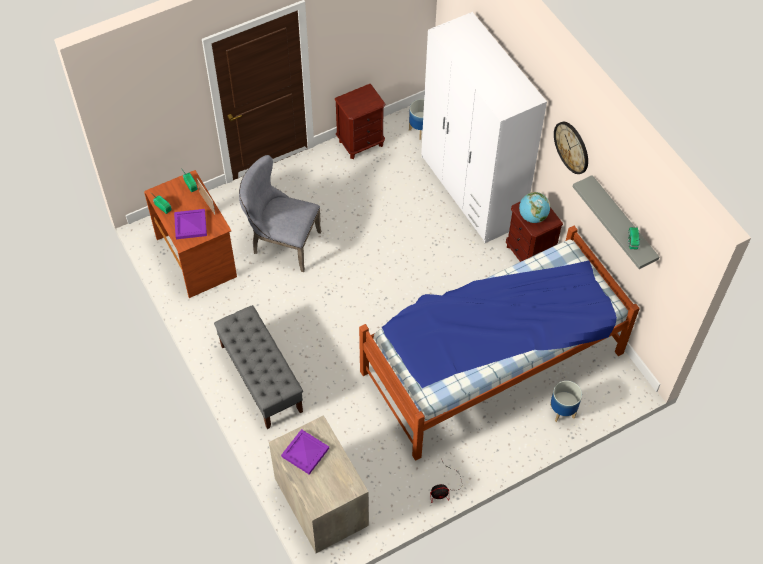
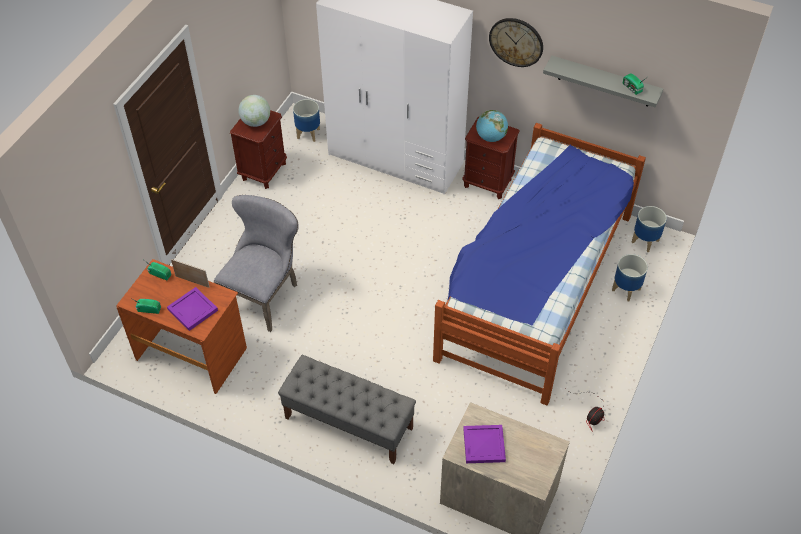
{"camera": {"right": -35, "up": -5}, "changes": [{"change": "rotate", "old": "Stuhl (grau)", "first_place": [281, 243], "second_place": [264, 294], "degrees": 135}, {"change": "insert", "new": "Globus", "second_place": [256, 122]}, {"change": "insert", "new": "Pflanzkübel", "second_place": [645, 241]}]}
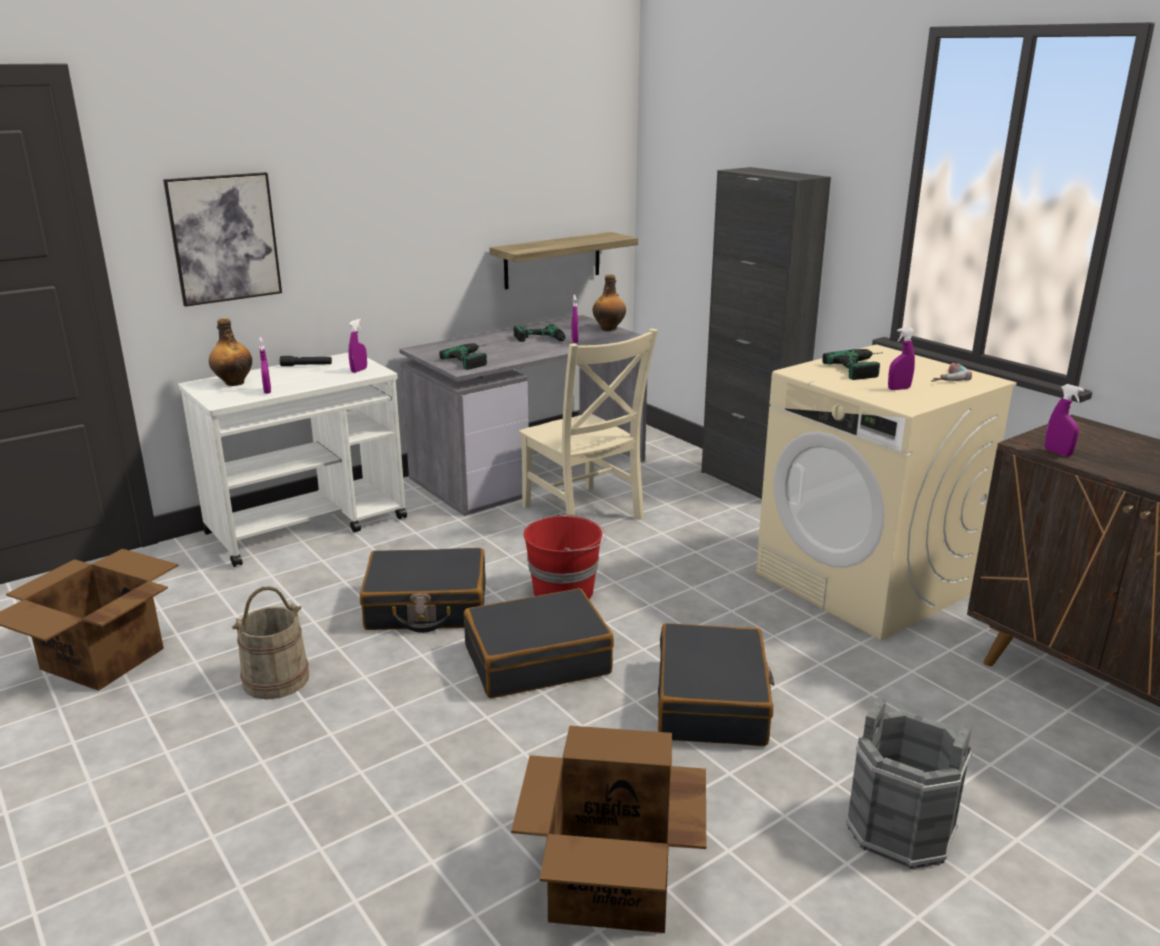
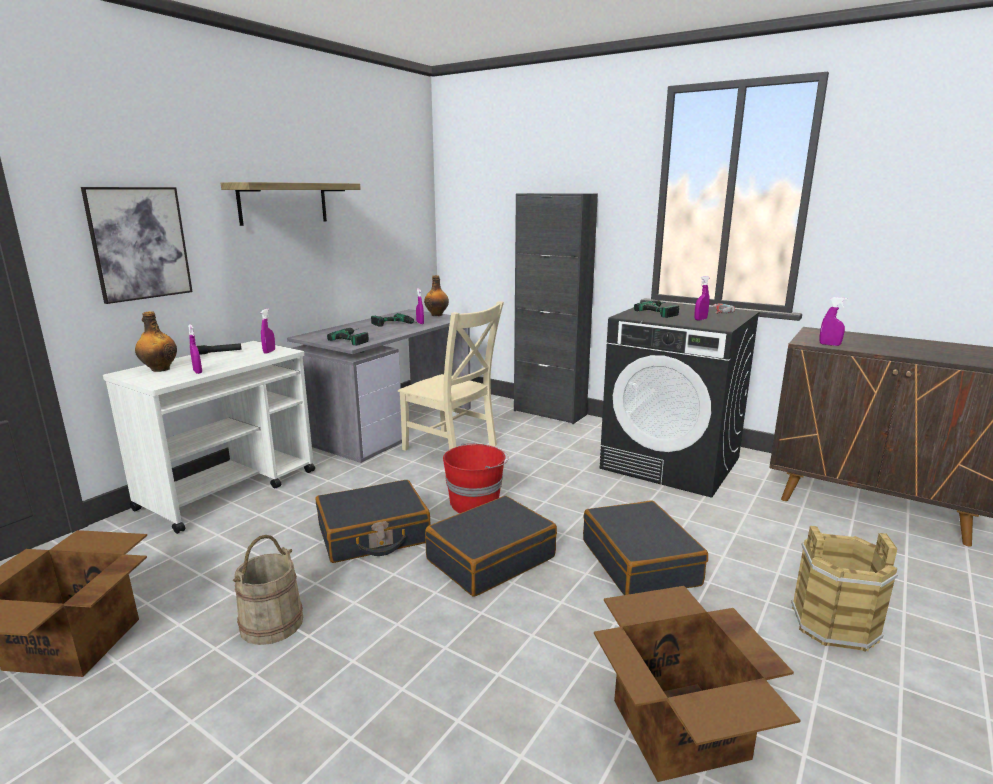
{"camera": {"right": -20, "up": -5}, "changes": [{"change": "move", "old": "Wandregal", "first_place": [552, 260], "second_place": [283, 203]}, {"change": "recolor", "old": "Waschmaschine (beige)", "new": "Waschmaschine (schwarz)", "first_place": [865, 583], "second_place": [671, 463]}, {"change": "recolor", "old": "Eimer (grau)", "new": "Eimer (braun)", "first_place": [900, 829], "second_place": [833, 623]}]}
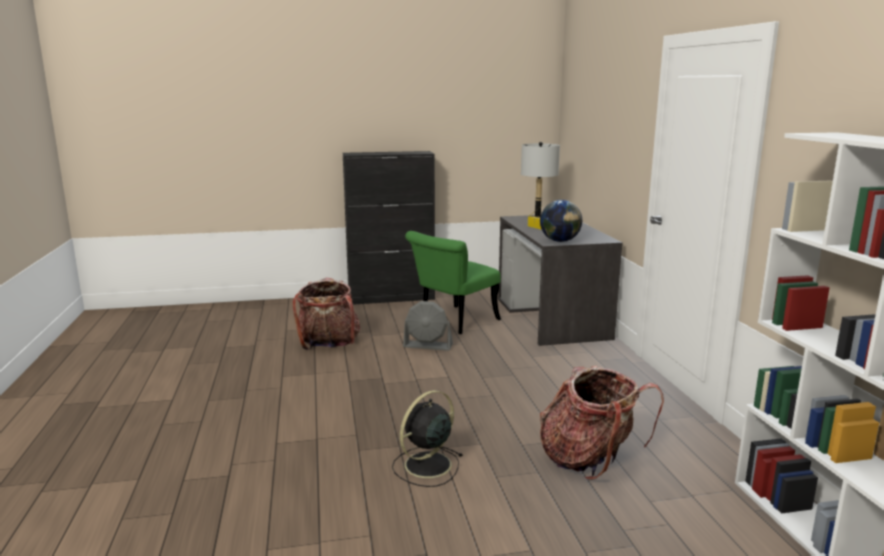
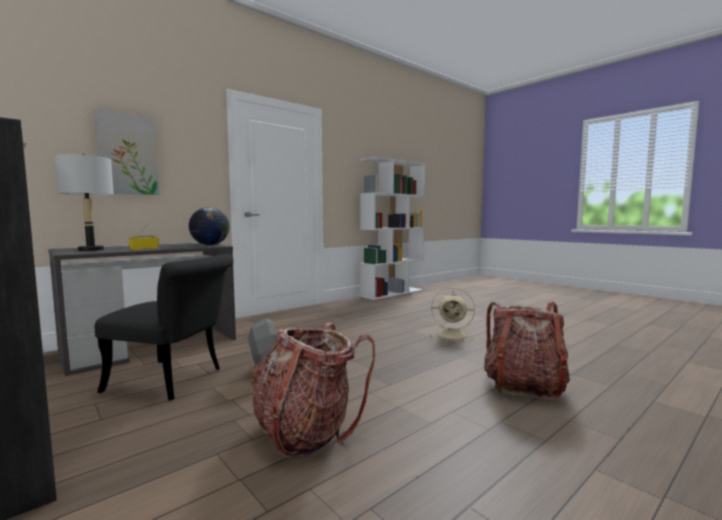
{"camera": {"right": -120, "up": -10}, "changes": [{"change": "recolor", "old": "Ventilator (schwarz)", "new": "Ventilator (beige)", "first_place": [426, 466], "second_place": [453, 335]}, {"change": "recolor", "old": "Stuhl (grün)", "new": "Stuhl (schwarz)", "first_place": [453, 322], "second_place": [175, 380]}, {"change": "move", "old": "Rucksack", "first_place": [590, 460], "second_place": [523, 386]}, {"change": "insert", "new": "Bild", "second_place": [127, 154]}]}
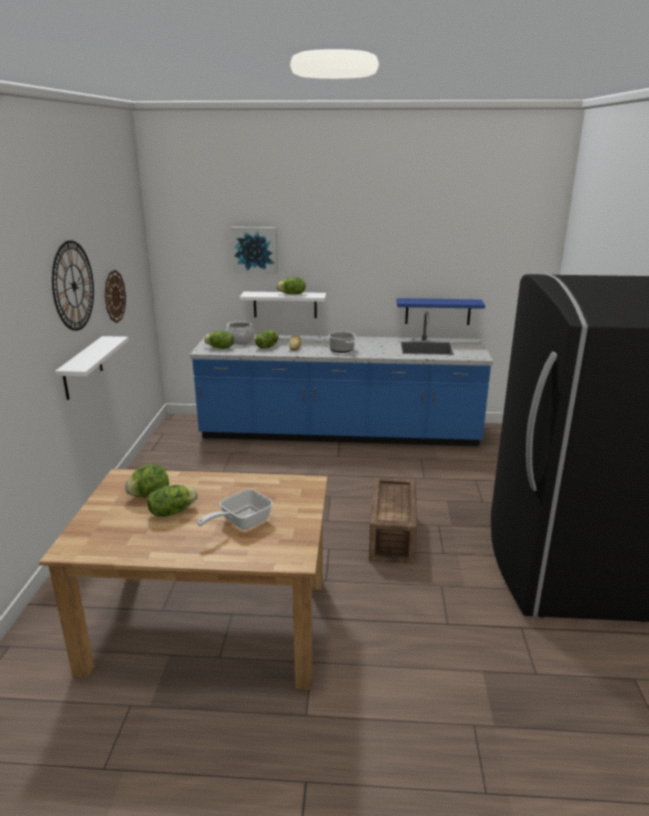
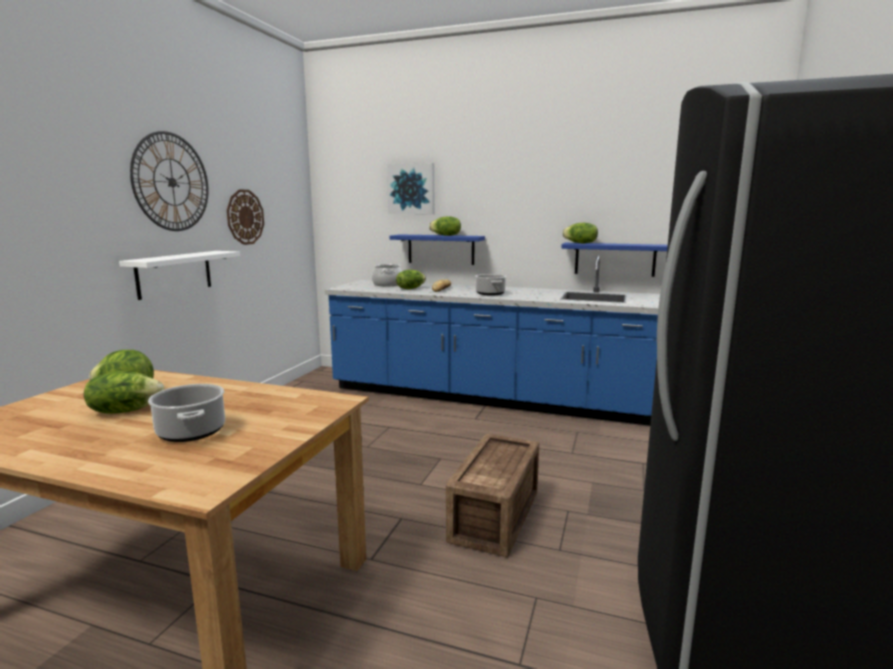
{"camera": {"right": 15, "up": -10}, "changes": [{"change": "replace", "old": "Pfanne", "new": "Kochtopf", "first_place": [240, 522], "second_place": [191, 431]}, {"change": "move", "old": "Salatkopf", "first_place": [220, 348], "second_place": [580, 243]}, {"change": "recolor", "old": "Wandregal (weiß)", "new": "Wandregal (blau)", "first_place": [285, 304], "second_place": [441, 249]}]}
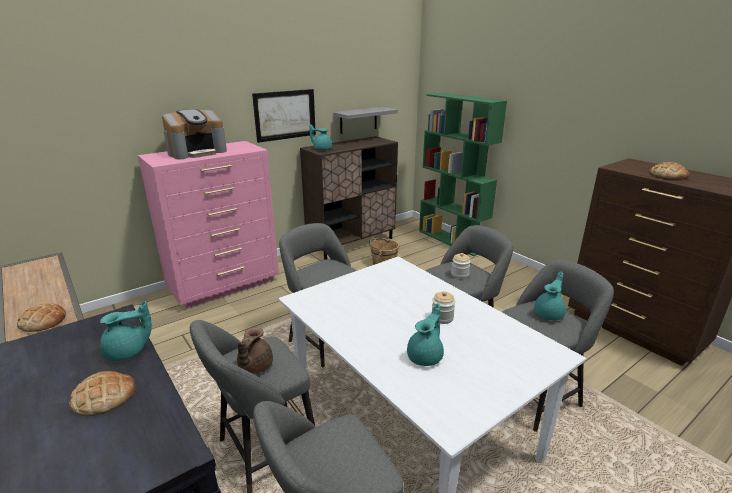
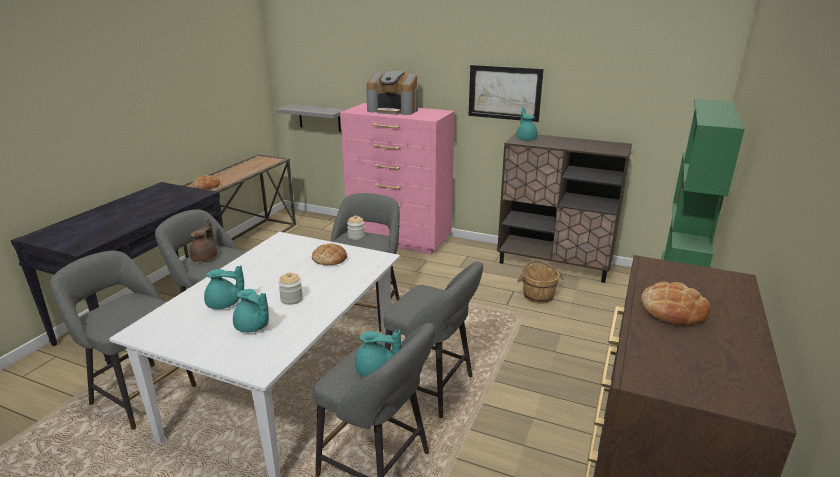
{"camera": {"right": 60, "up": 0}, "changes": [{"change": "move", "old": "Brot", "first_place": [104, 397], "second_place": [330, 258]}, {"change": "move", "old": "Teekanne (türkis)", "first_place": [128, 352], "second_place": [253, 327]}, {"change": "rotate", "old": "Teekanne (braun)", "first_place": [254, 367], "second_place": [205, 257], "degrees": 120}, {"change": "move", "old": "Wandregal (grau)", "first_place": [358, 120], "second_place": [319, 118]}, {"change": "move", "old": "Vorratsglas", "first_place": [460, 274], "second_place": [356, 236]}]}
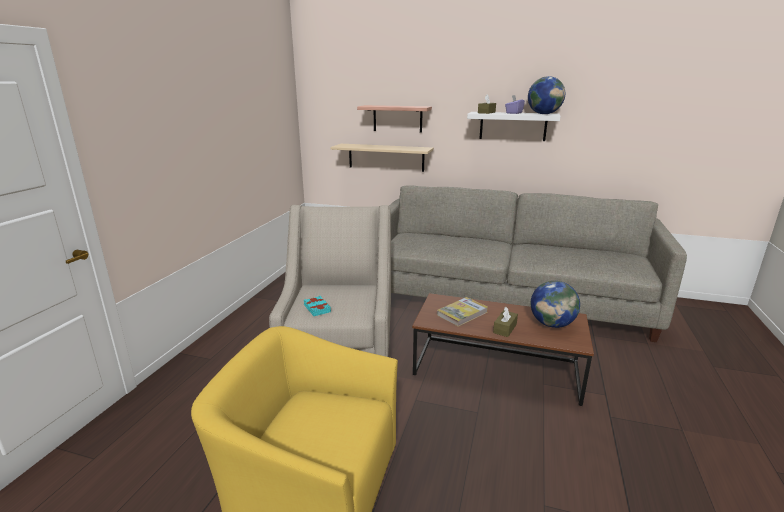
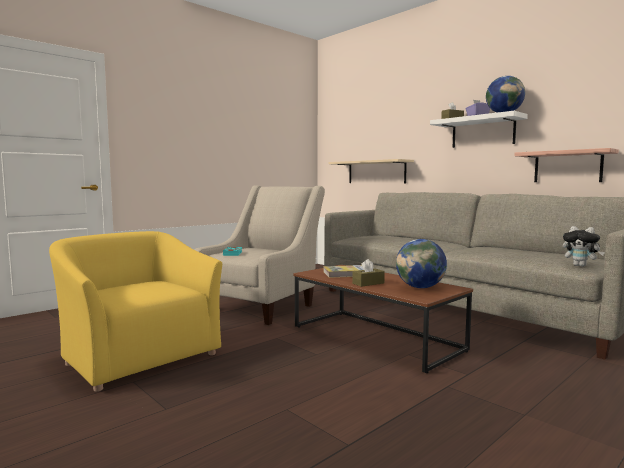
{"camera": {"right": 30, "up": -15}, "changes": [{"change": "move", "old": "Wandregal", "first_place": [397, 118], "second_place": [567, 166]}, {"change": "insert", "new": "Plüschtier", "second_place": [581, 266]}]}
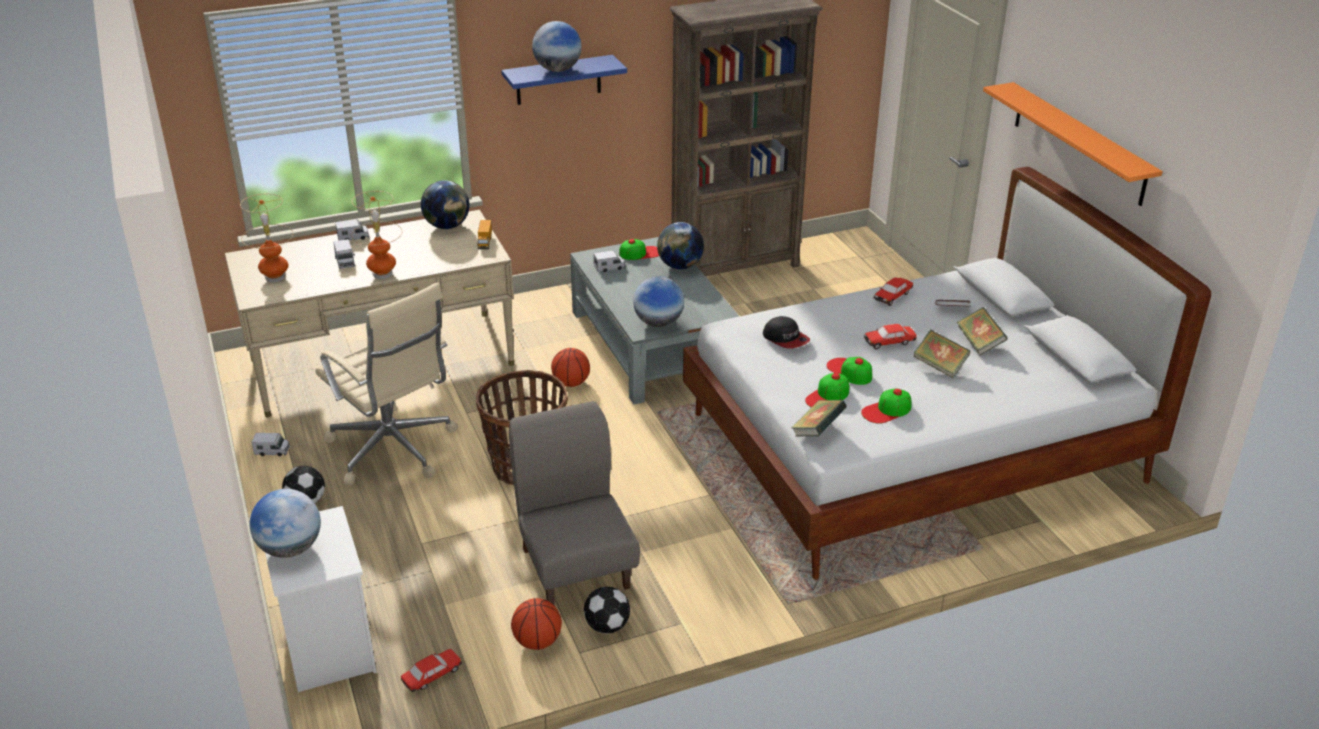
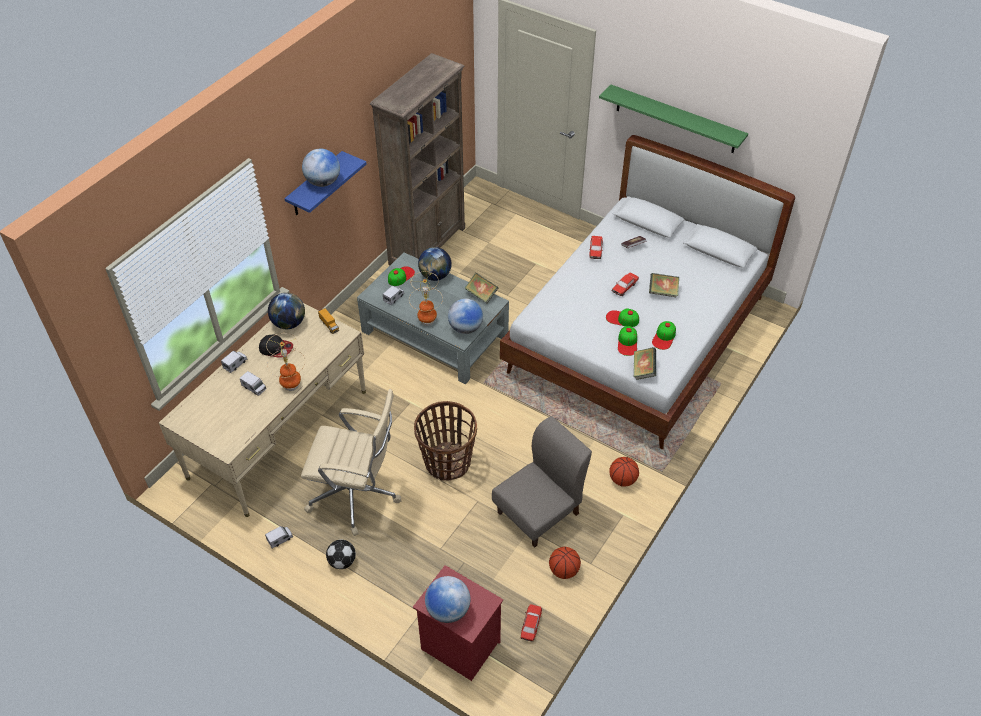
{"camera": {"right": -35, "up": 15}, "changes": [{"change": "move", "old": "Tischlampe", "first_place": [275, 277], "second_place": [427, 320]}, {"change": "recolor", "old": "Nachttisch (weiß)", "new": "Nachttisch (rot)", "first_place": [327, 648], "second_place": [458, 645]}, {"change": "rotate", "old": "Stuhl (grau)", "first_place": [576, 567], "second_place": [539, 513], "degrees": 105}, {"change": "move", "old": "Basketball", "first_place": [571, 383], "second_place": [622, 480]}, {"change": "delete", "old": "Fußball", "first_place": [606, 626]}, {"change": "move", "old": "Kappe", "first_place": [786, 338], "second_place": [276, 348]}, {"change": "move", "old": "Buch", "first_place": [979, 343], "second_place": [481, 294]}, {"change": "recolor", "old": "Wandregal (orange)", "new": "Wandregal (grün)", "first_place": [1079, 143], "second_place": [675, 119]}]}
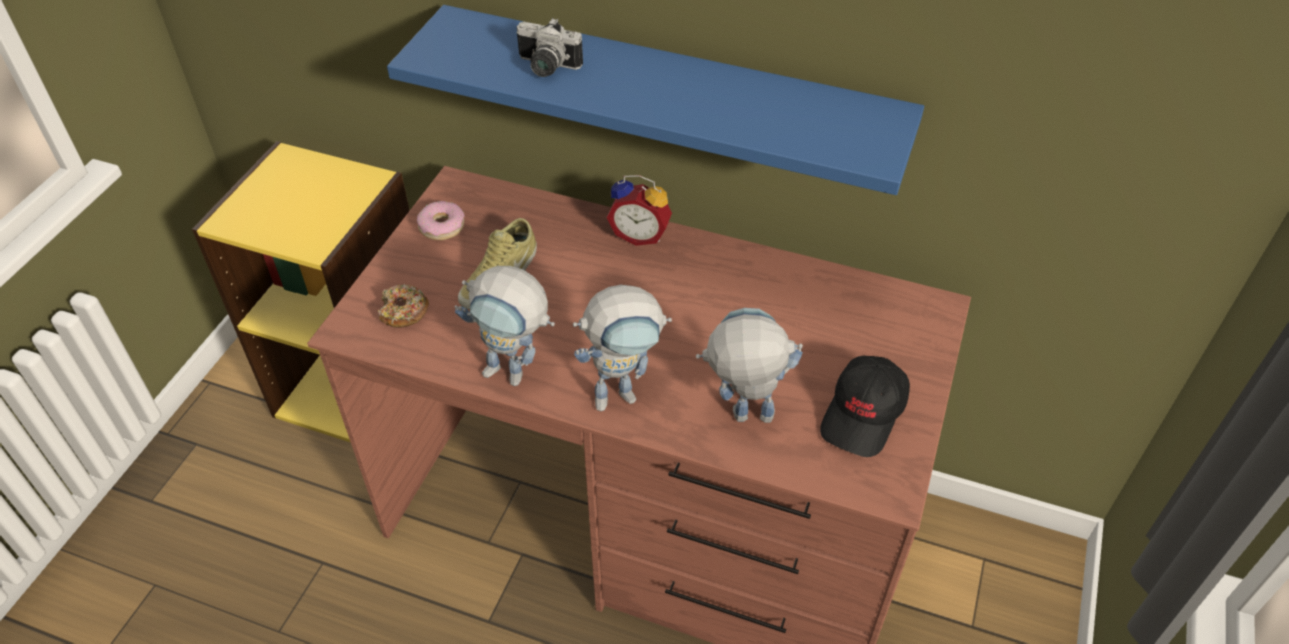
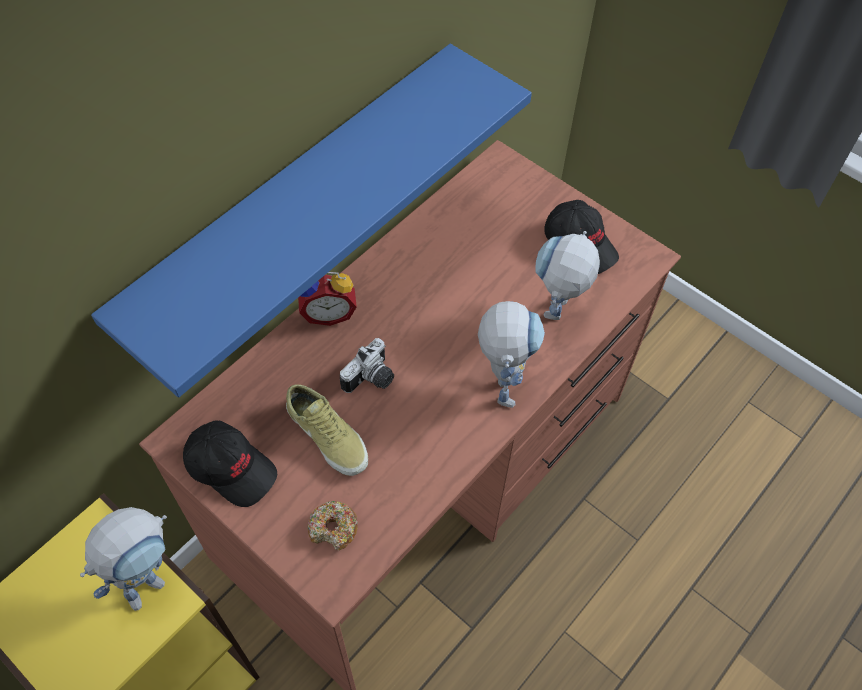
{"camera": {"right": -70, "up": 10}, "changes": [{"change": "replace", "old": "Donut", "new": "Kappe (schwarz)", "first_place": [441, 226], "second_place": [231, 467]}, {"change": "move", "old": "Spielzeugroboter", "first_place": [516, 374], "second_place": [151, 581]}, {"change": "move", "old": "Kamera", "first_place": [546, 67], "second_place": [372, 379]}, {"change": "rotate", "old": "Wecker", "first_place": [640, 234], "second_place": [329, 313], "degrees": 45}]}
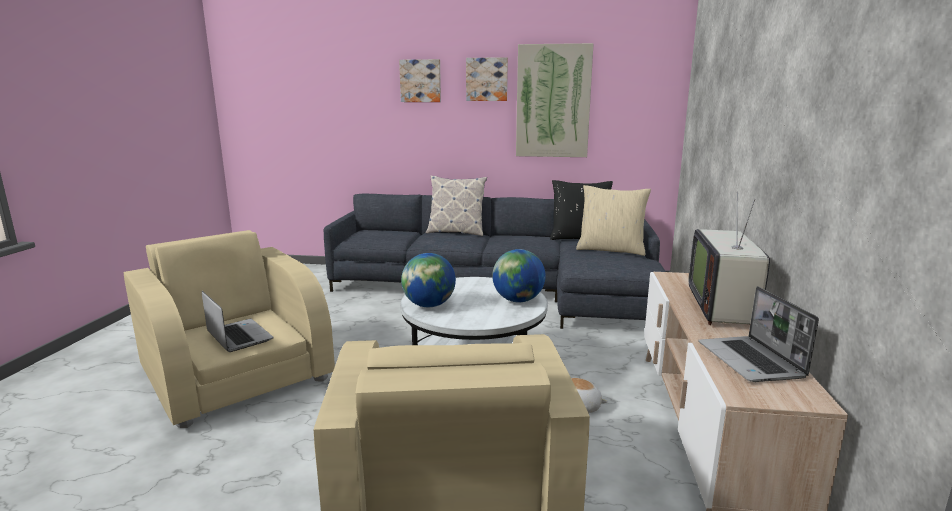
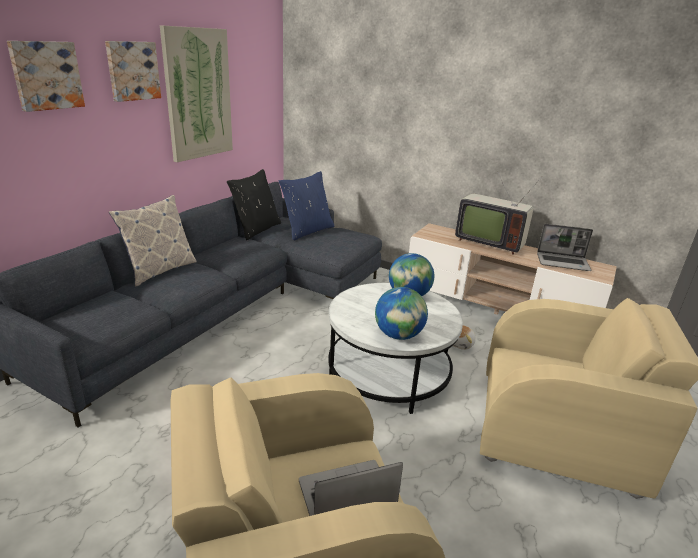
{"camera": {"right": -70, "up": 10}, "changes": [{"change": "recolor", "old": "Kissen (beige)", "new": "Kissen (blau)", "first_place": [611, 249], "second_place": [307, 231]}]}
